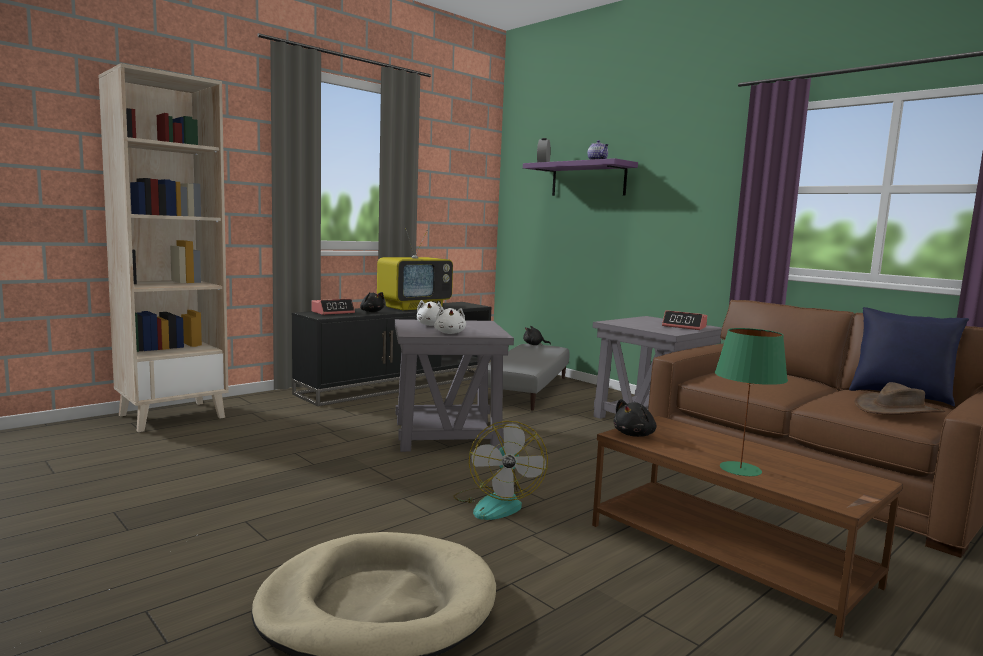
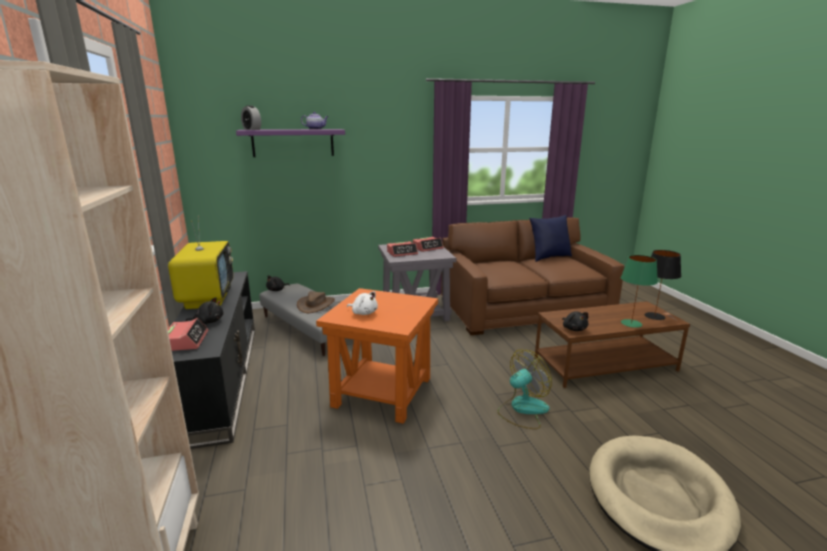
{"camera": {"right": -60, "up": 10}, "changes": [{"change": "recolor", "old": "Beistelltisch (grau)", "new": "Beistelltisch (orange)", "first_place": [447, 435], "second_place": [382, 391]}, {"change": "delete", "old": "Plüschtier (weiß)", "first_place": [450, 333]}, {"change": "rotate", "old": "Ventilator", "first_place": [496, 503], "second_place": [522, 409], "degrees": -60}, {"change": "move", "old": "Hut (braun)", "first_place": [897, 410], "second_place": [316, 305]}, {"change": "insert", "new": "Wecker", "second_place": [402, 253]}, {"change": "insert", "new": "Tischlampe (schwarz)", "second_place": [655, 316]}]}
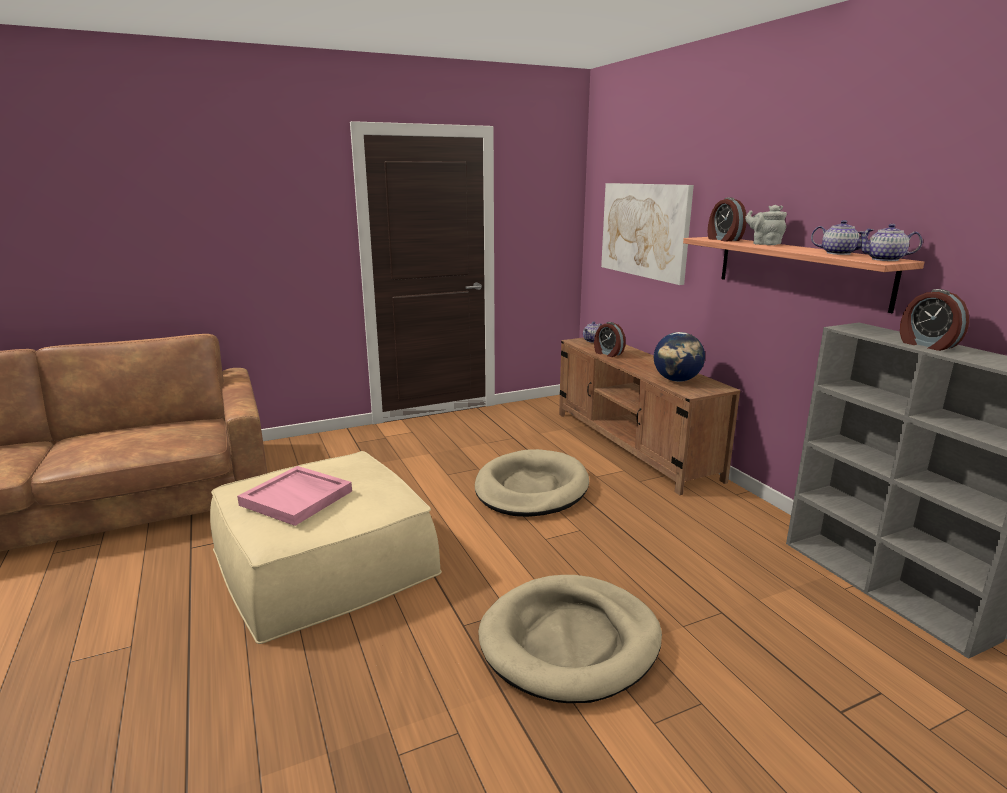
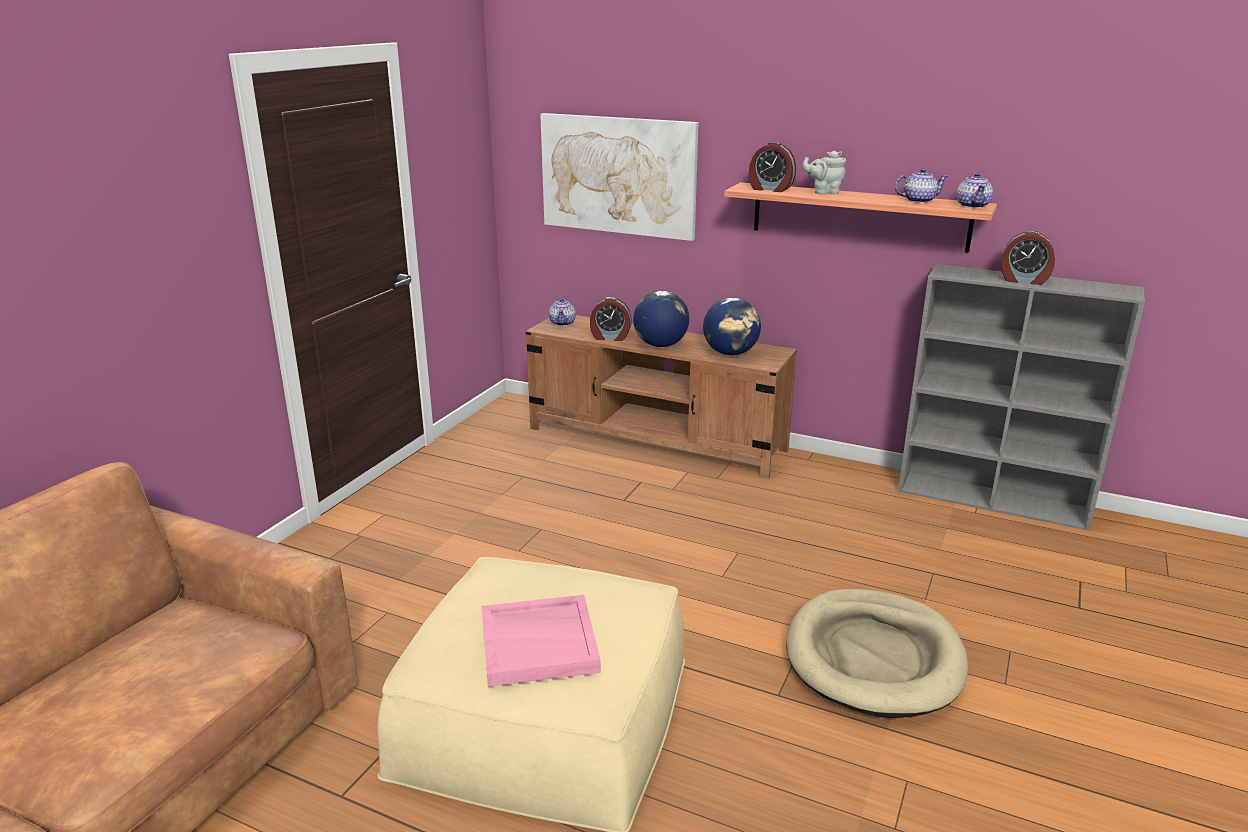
{"camera": {"right": -40, "up": 5}, "changes": [{"change": "delete", "old": "Hundebett (beige)", "first_place": [531, 488]}, {"change": "rotate", "old": "Teekanne", "first_place": [885, 259], "second_place": [972, 206], "degrees": -60}, {"change": "insert", "new": "Globus", "second_place": [660, 345]}]}
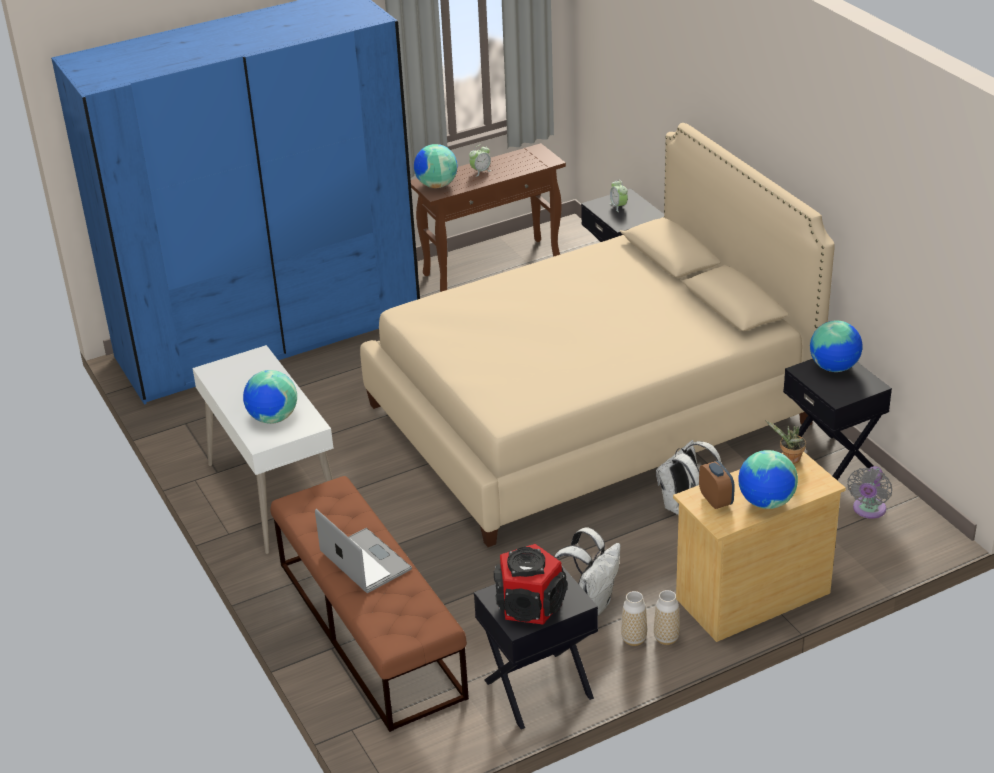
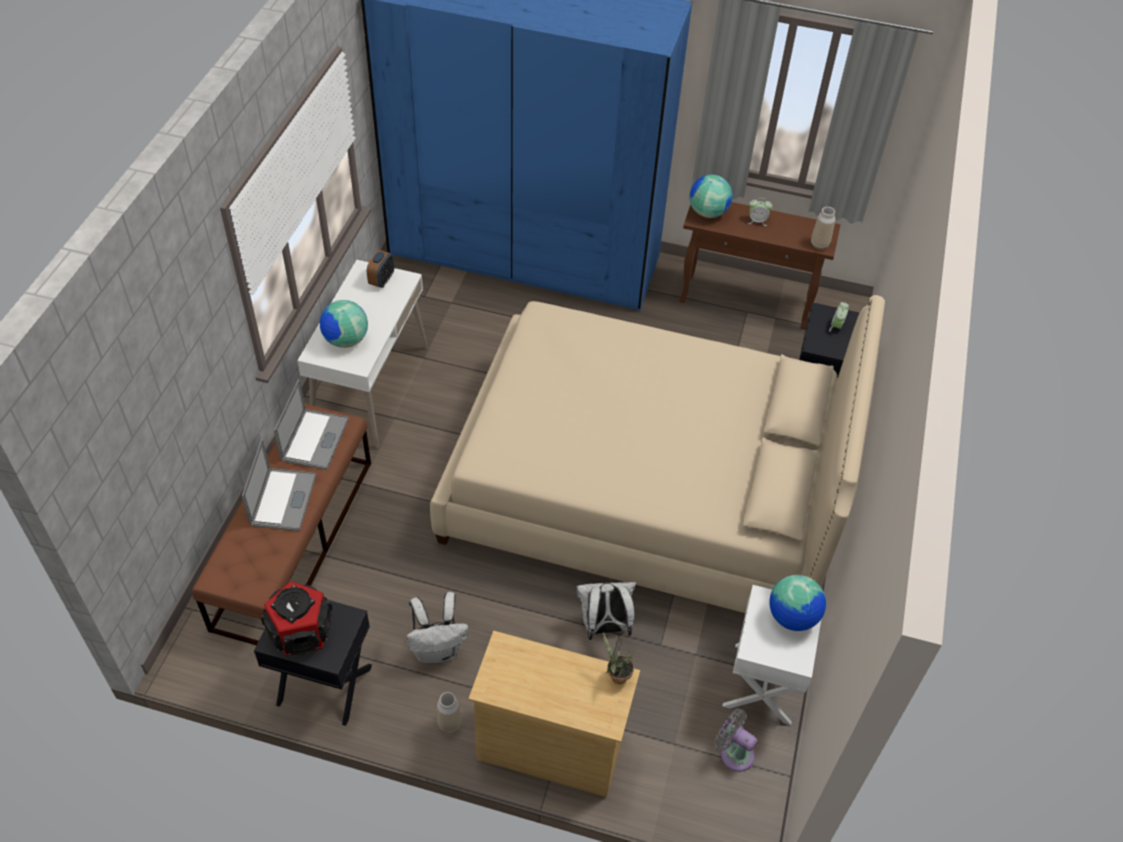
{"camera": {"right": 40, "up": 15}, "changes": [{"change": "move", "old": "Vase", "first_place": [634, 639], "second_place": [819, 244]}, {"change": "move", "old": "Wecker", "first_place": [716, 500], "second_place": [382, 280]}, {"change": "delete", "old": "Globus", "first_place": [766, 502]}, {"change": "recolor", "old": "Nachttisch (schwarz)", "new": "Nachttisch (weiß)", "first_place": [830, 462], "second_place": [764, 684]}, {"change": "rotate", "old": "Ventilator (grau)", "first_place": [868, 510], "second_place": [733, 753], "degrees": 60}, {"change": "insert", "new": "Laptop", "second_place": [315, 439]}]}
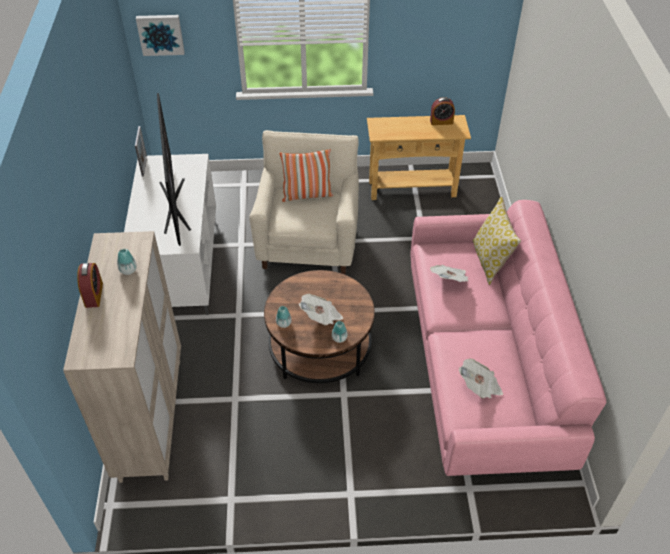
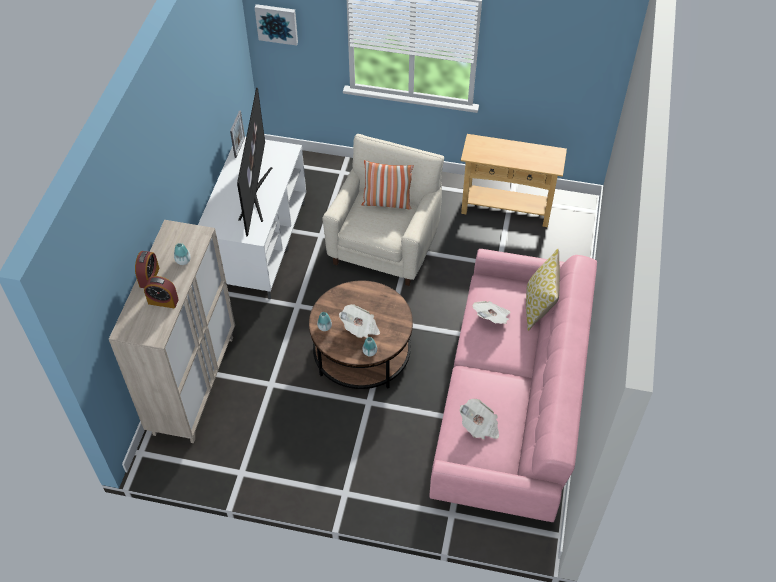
{"camera": {"right": 15, "up": 5}, "changes": [{"change": "move", "old": "Wecker", "first_place": [441, 122], "second_place": [163, 301]}]}
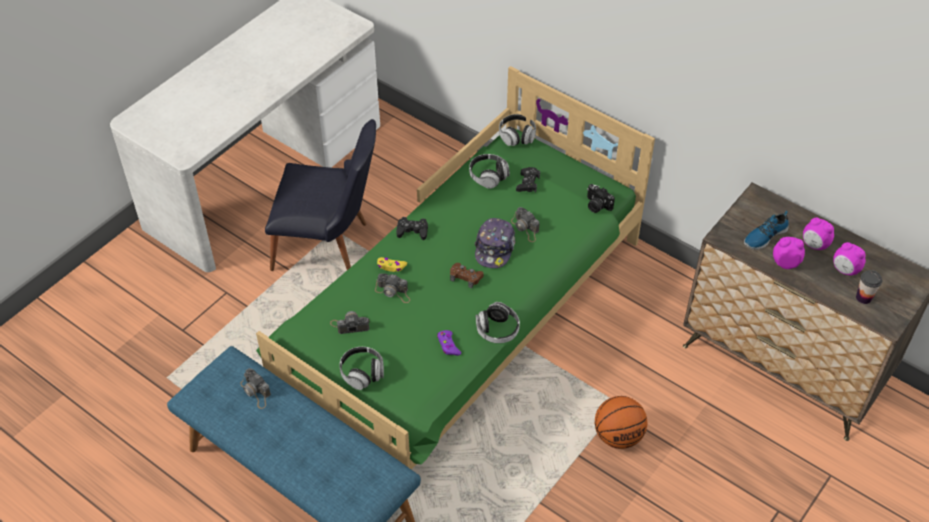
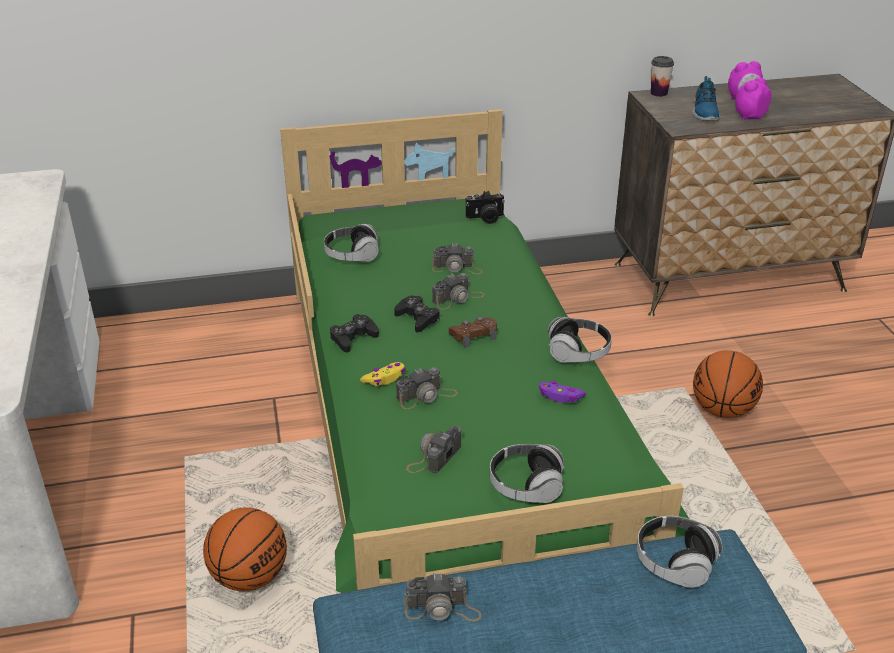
{"camera": {"right": -50, "up": -15}, "changes": [{"change": "delete", "old": "Stuhl (schwarz)", "first_place": [330, 248]}, {"change": "replace", "old": "Kappe", "new": "Kamera", "first_place": [495, 248], "second_place": [458, 298]}, {"change": "move", "old": "Kopfhörer", "first_place": [517, 136], "second_place": [675, 562]}, {"change": "move", "old": "Gamepad (schwarz)", "first_place": [528, 183], "second_place": [417, 318]}, {"change": "delete", "old": "Wecker", "first_place": [845, 270]}, {"change": "move", "old": "Tasse", "first_place": [863, 297], "second_place": [659, 93]}, {"change": "insert", "new": "Basketball", "second_place": [249, 577]}]}
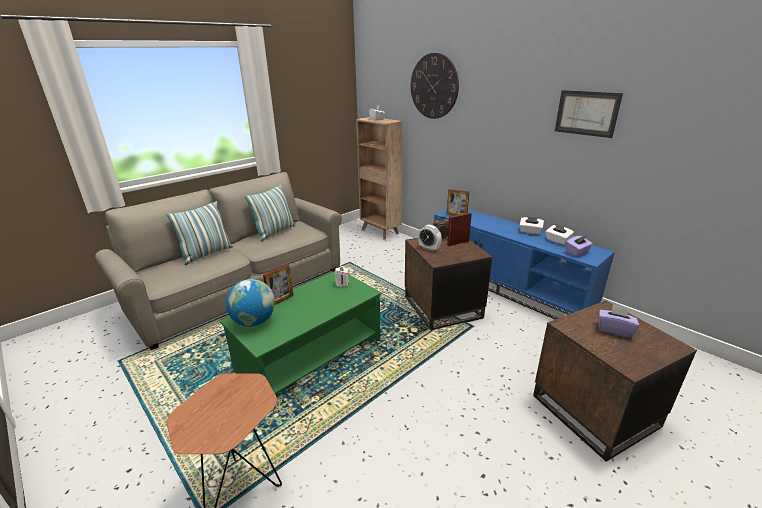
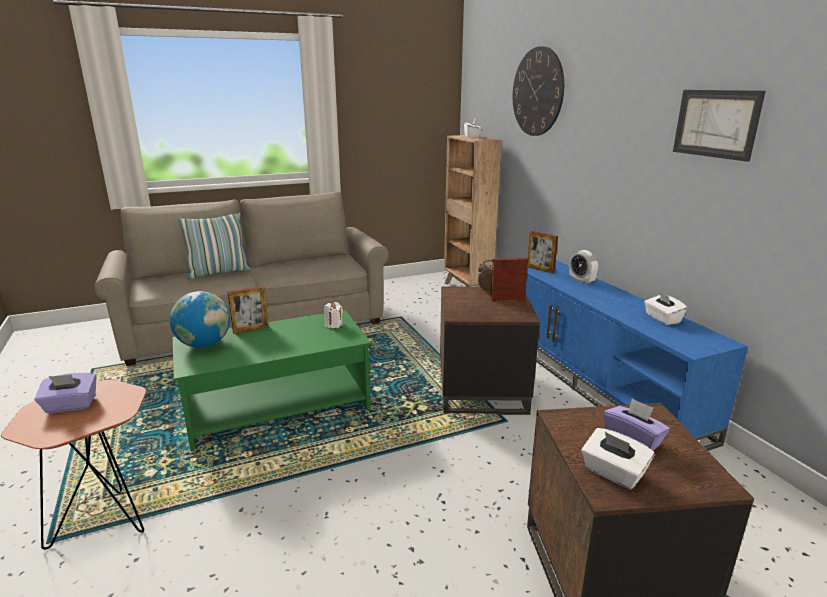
{"camera": {"right": 20, "up": -5}, "changes": [{"change": "delete", "old": "Kissen", "first_place": [275, 232]}, {"change": "move", "old": "Wecker", "first_place": [429, 248], "second_place": [581, 281]}, {"change": "move", "old": "Taschentuchbox (weiß)", "first_place": [530, 232], "second_place": [613, 473]}, {"change": "move", "old": "Taschentuchbox (lila)", "first_place": [577, 252], "second_place": [70, 405]}]}
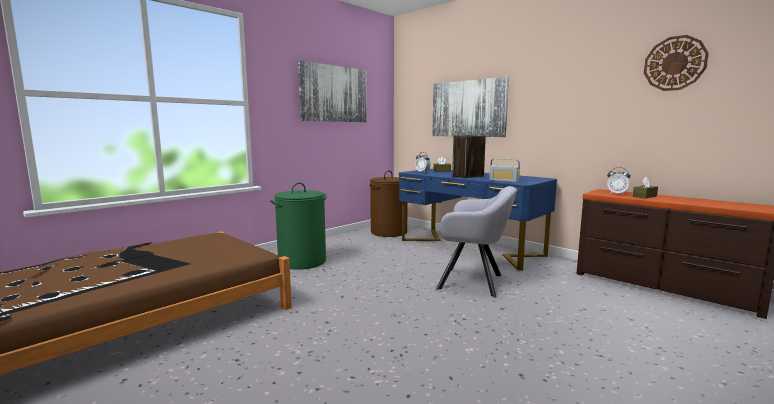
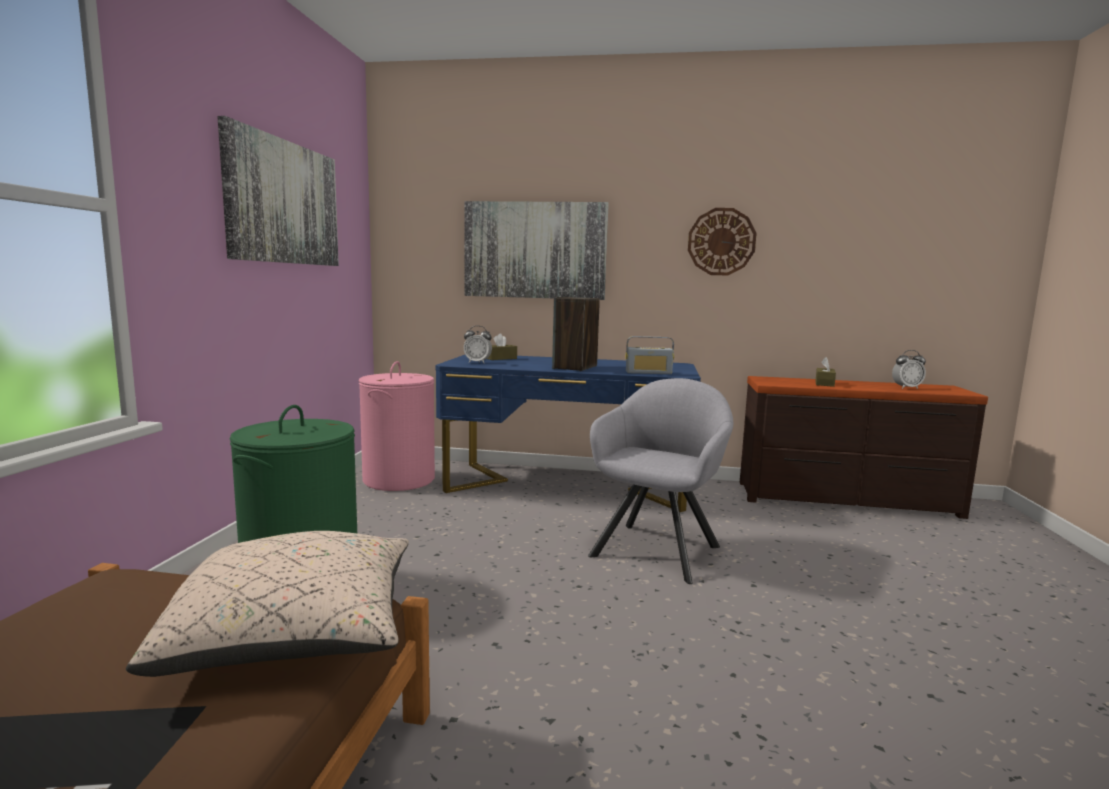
{"camera": {"right": -35, "up": 0}, "changes": [{"change": "recolor", "old": "Wäschekorb (braun)", "new": "Wäschekorb (rosa)", "first_place": [388, 232], "second_place": [398, 479]}, {"change": "rotate", "old": "Sessel (grau)", "first_place": [474, 282], "second_place": [659, 548], "degrees": -45}, {"change": "move", "old": "Wecker", "first_place": [616, 194], "second_place": [906, 388]}, {"change": "move", "old": "Wanduhr", "first_place": [674, 63], "second_place": [721, 242]}, {"change": "insert", "new": "Kissen (beige)", "second_place": [297, 633]}]}
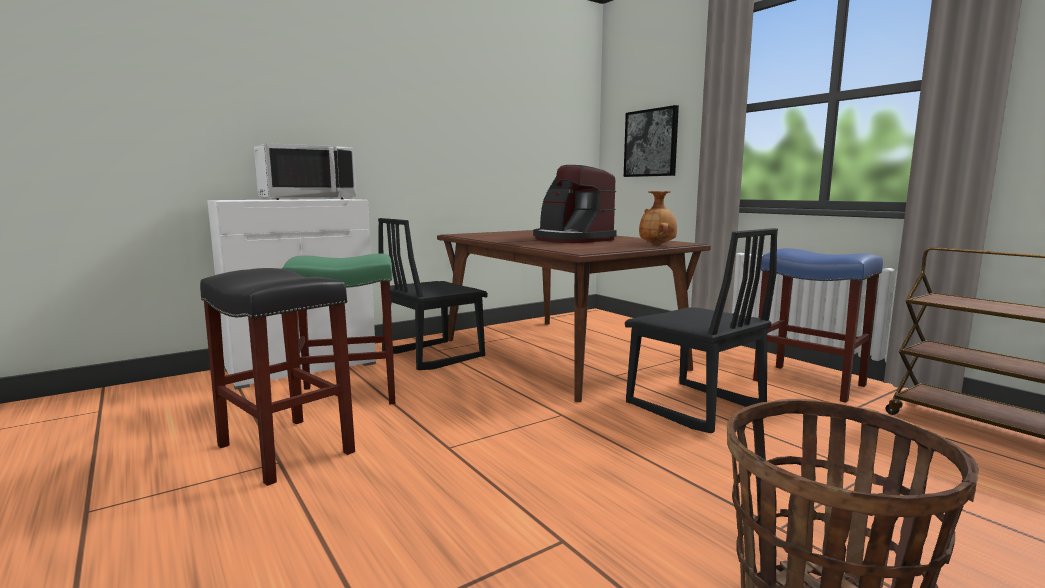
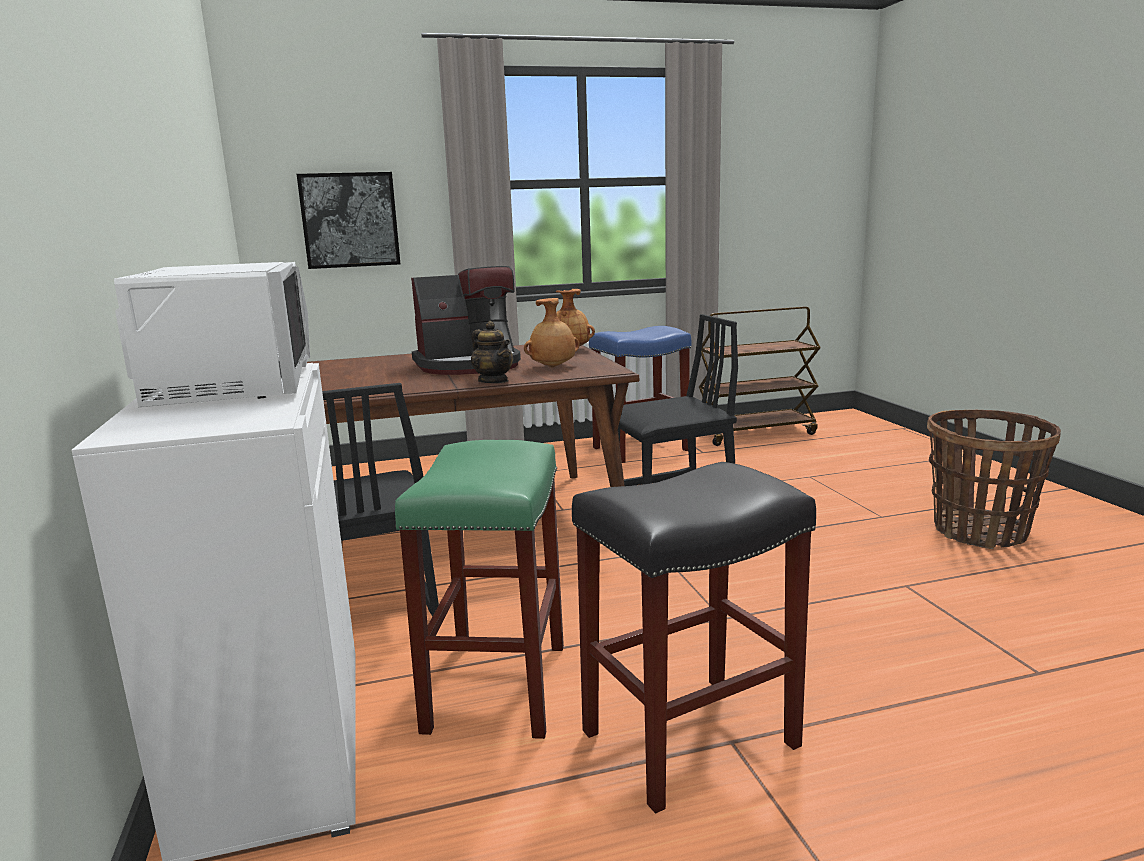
{"camera": {"right": -70, "up": 5}, "changes": [{"change": "insert", "new": "Teekanne", "second_place": [493, 381]}, {"change": "insert", "new": "Vase (braun)", "second_place": [553, 367]}]}
